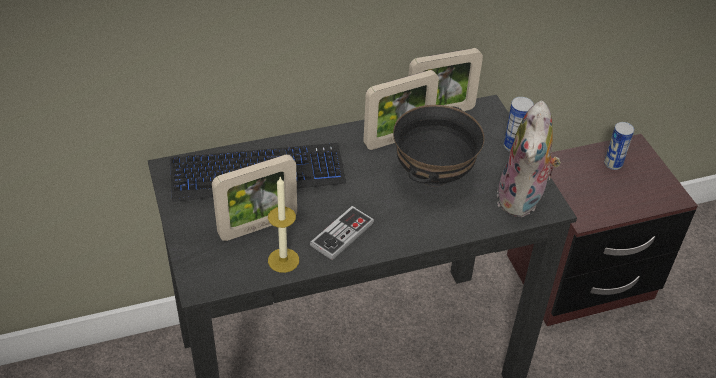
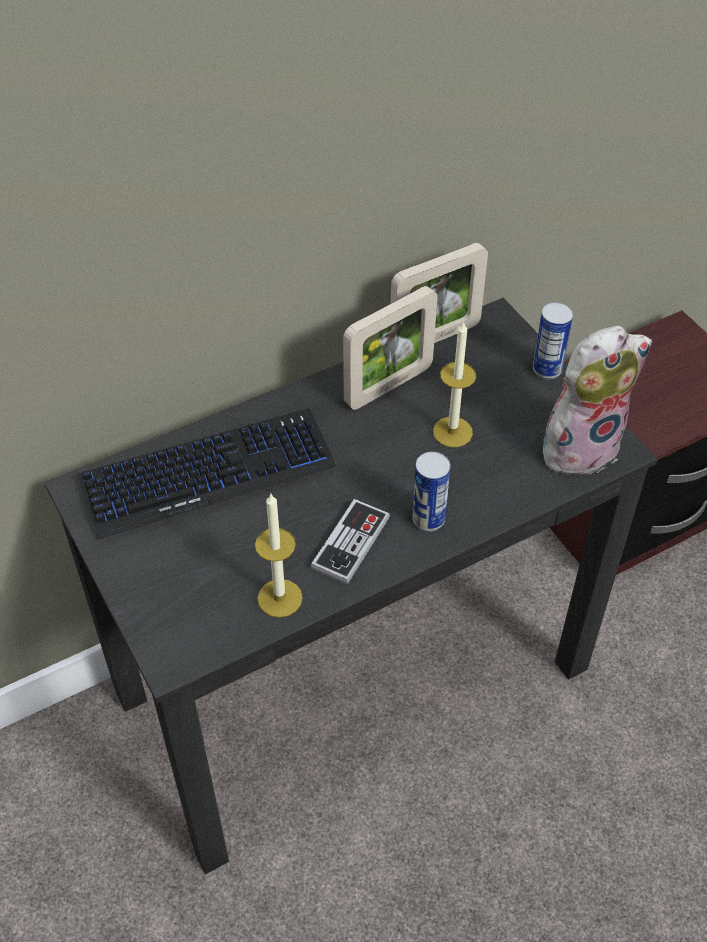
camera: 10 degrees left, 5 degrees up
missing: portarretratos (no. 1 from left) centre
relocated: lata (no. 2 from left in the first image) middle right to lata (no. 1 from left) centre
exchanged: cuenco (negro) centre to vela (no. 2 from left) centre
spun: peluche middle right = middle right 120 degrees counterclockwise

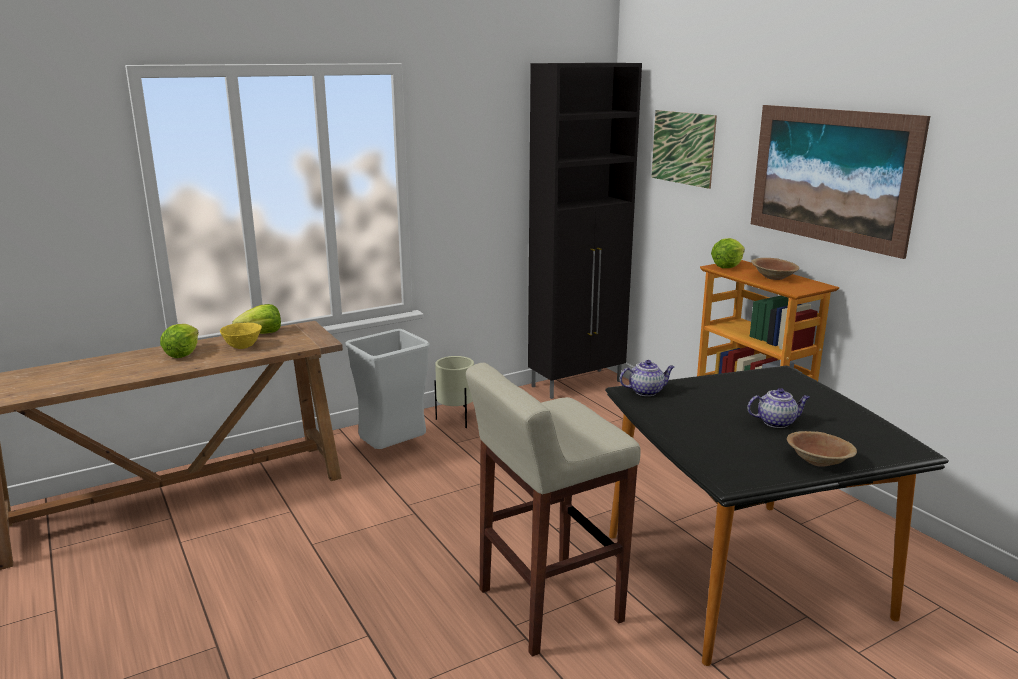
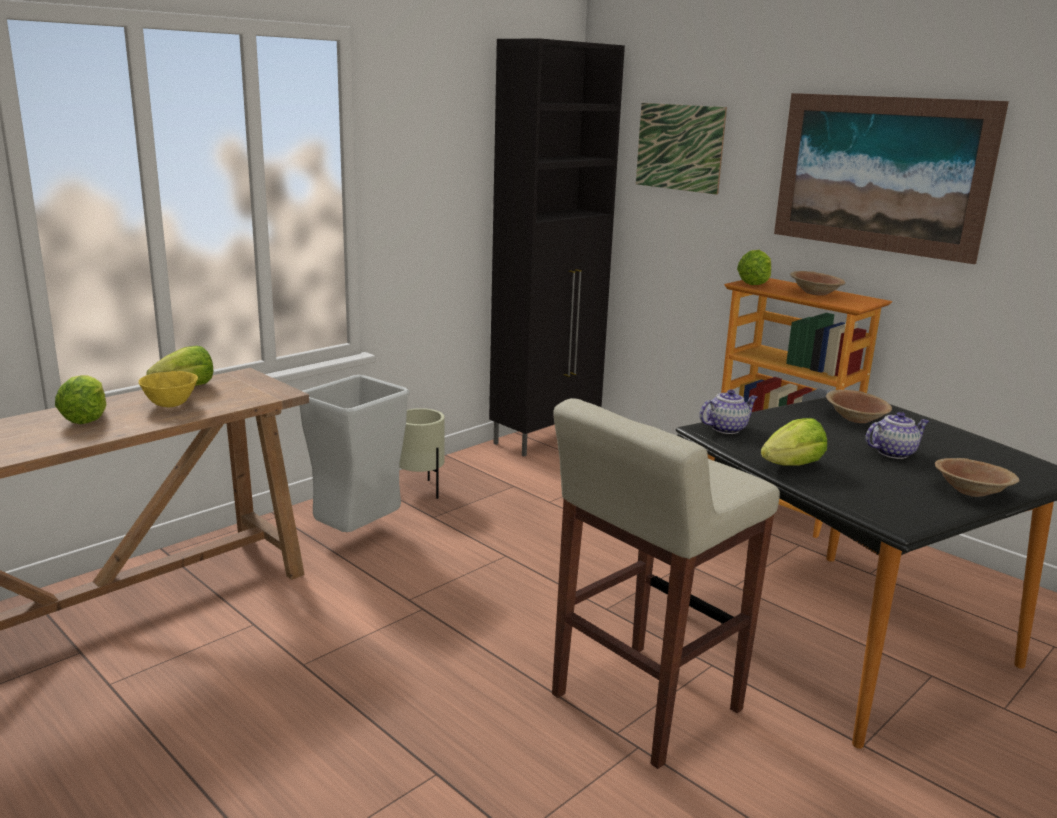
camera: 15 degrees left, 0 degrees up
appeared: lechuga (no. 4 from left) middle right; cuenco (marrón) (no. 2 from left) middle right

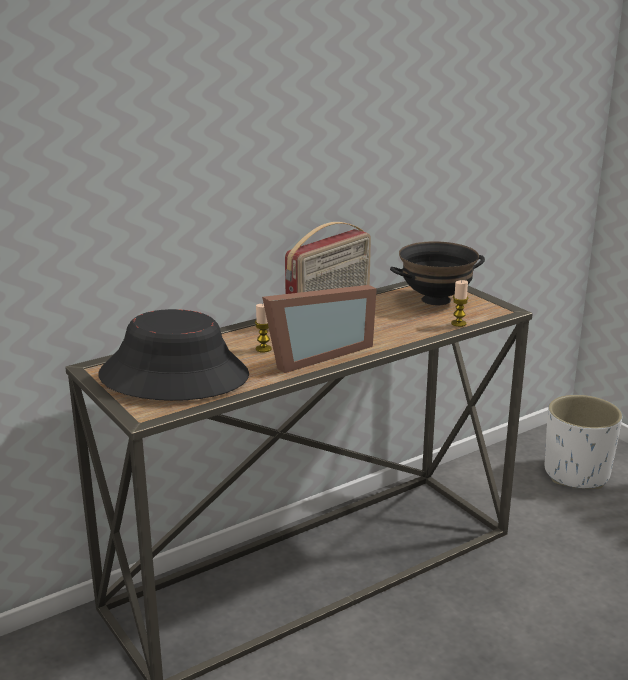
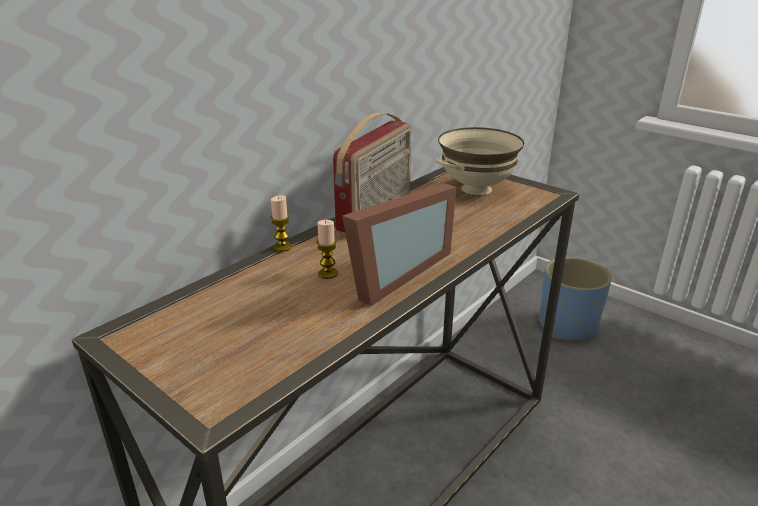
camera: 15 degrees left, 5 degrees up
missing: sombrero (negro) middle left
relocated: vela (no. 2 from left in the first image) middle right to vela (no. 1 from left) centre
colour: cuenco (negro) middle right to cuenco (beis) top centre; maceta (blanco) middle right to maceta (azul) middle right

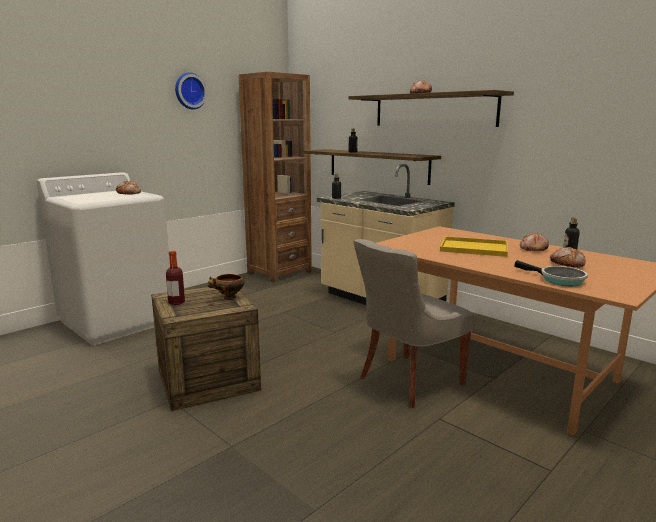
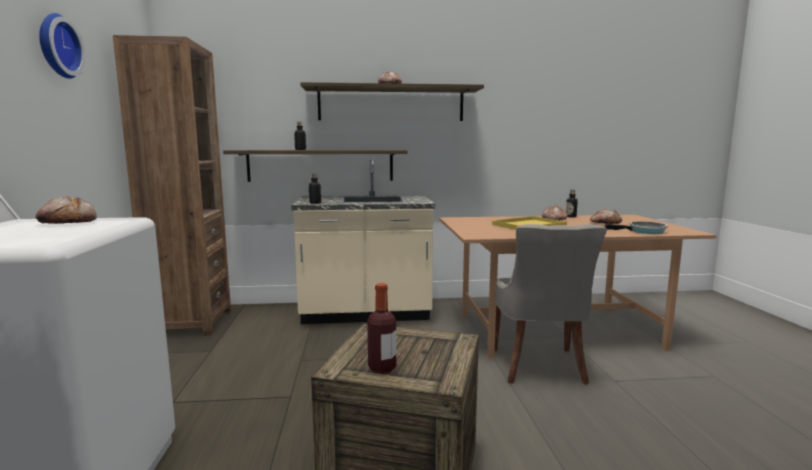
camera: 50 degrees left, 5 degrees down
missing: cuenco centre

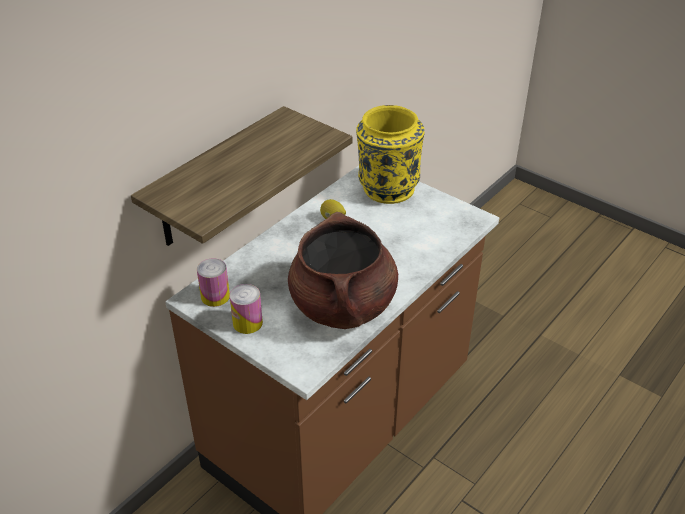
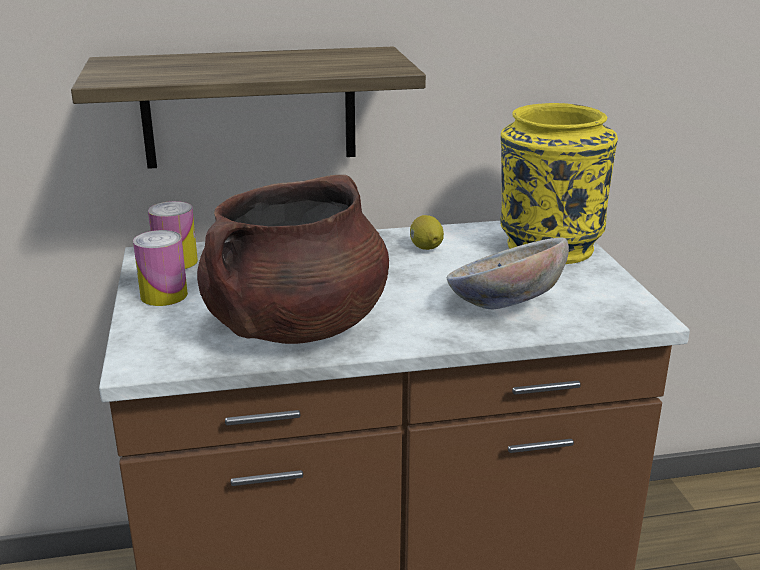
camera: 40 degrees right, 15 degrees down
appeared: cuenco middle right

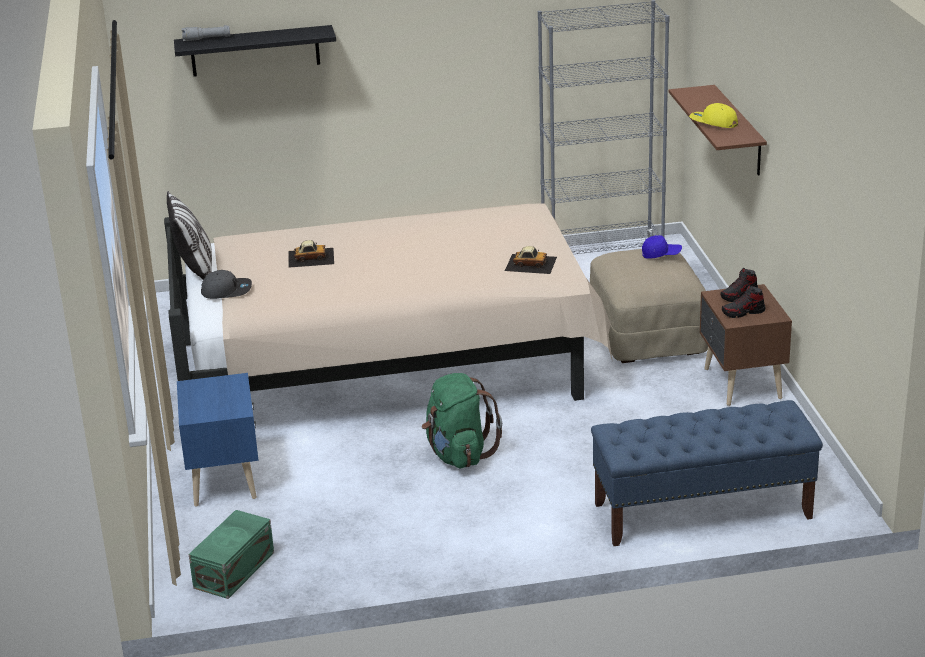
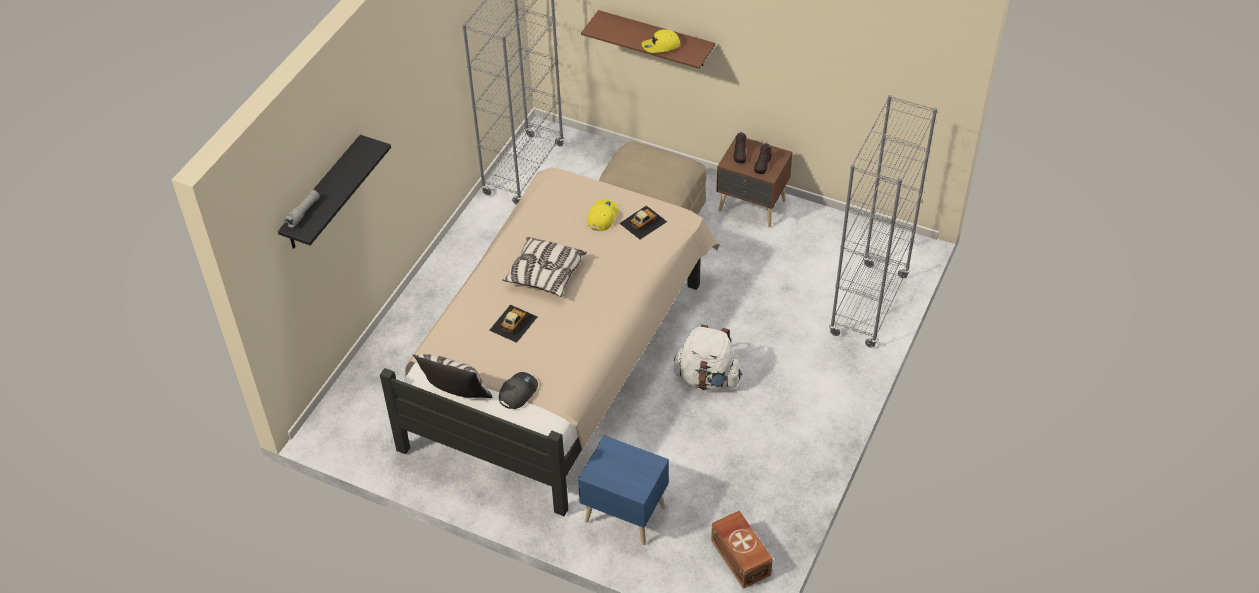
camera: 55 degrees left, 20 degrees up
missing: gorra (azul) middle right
appeared: cojín (no. 2 from left) centre; gorra (amarillo) (no. 1 from left) centre
exchanged: banco (azul) bottom right to estantería (gris) (no. 2 from left) middle right
colour: mochila (verde) centre to mochila (blanco) centre; caja de almacenaje (verde) bottom left to caja de almacenaje (marrón) bottom centre

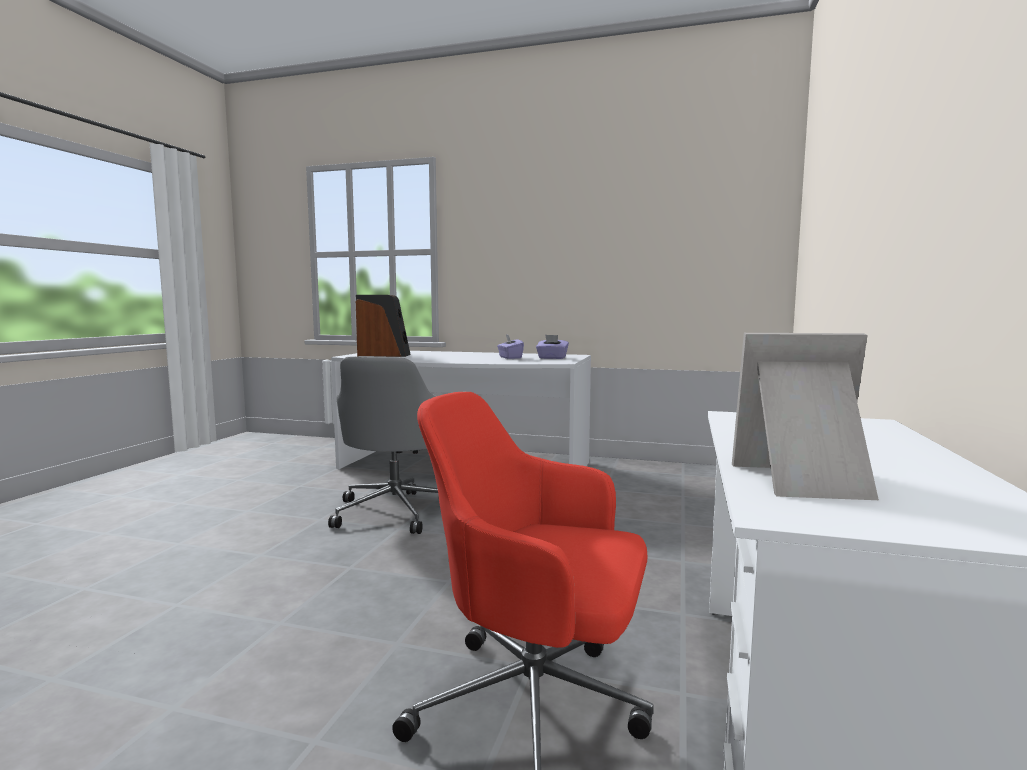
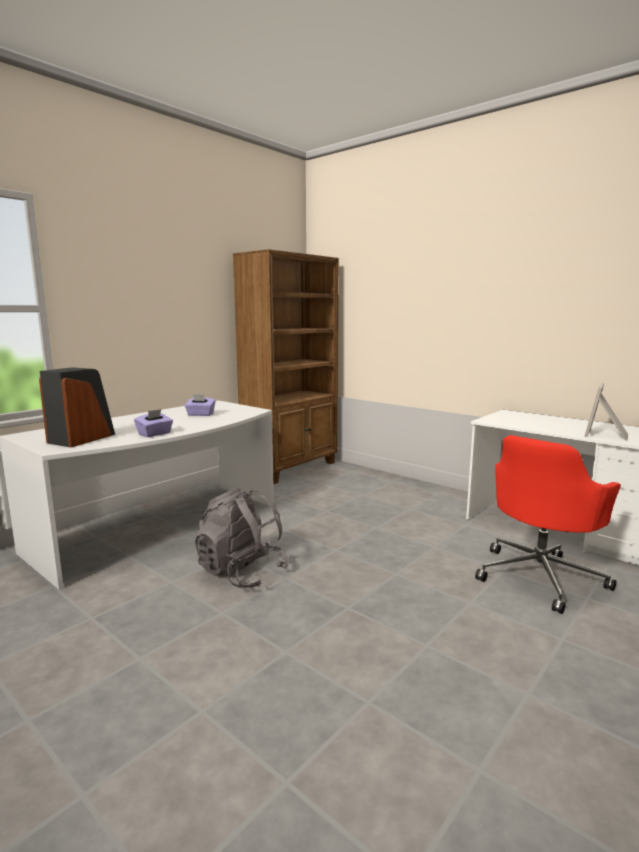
camera: 65 degrees left, 5 degrees up
appeared: estantería (marrón) centre
relocated: caja de pañuelos (morado) (no. 2 from left in the first image) centre to caja de pañuelos (morado) (no. 1 from left) middle left
exchanged: silla de oficina (gris) centre to mochila (gris) centre

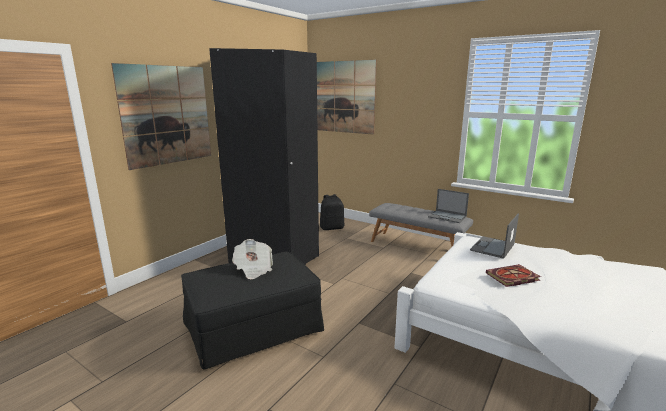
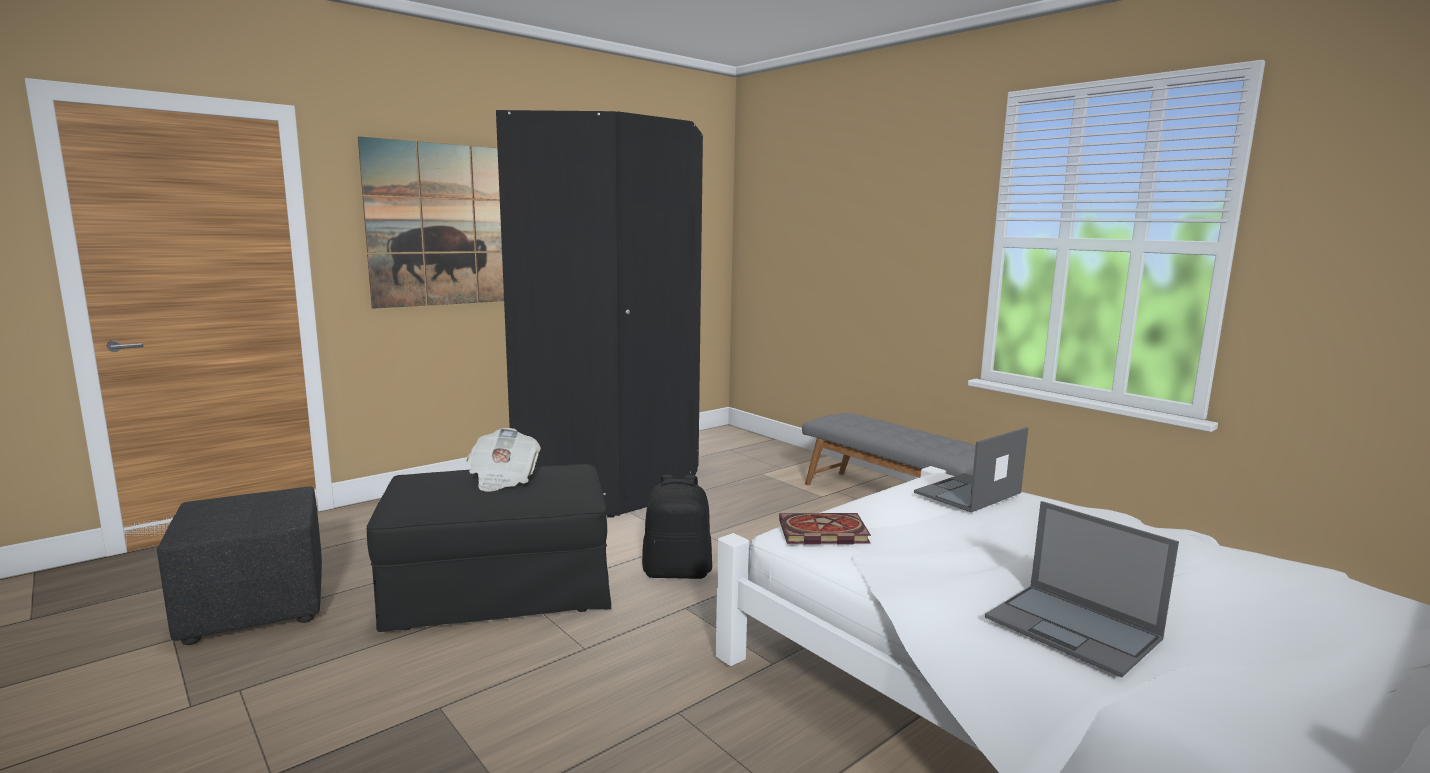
camera: 15 degrees right, 5 degrees down
missing: cuadro (no. 2 from left) top centre
appeared: puf (negro) (no. 1 from left) bottom left
relocated: mochila (negro) centre to bottom centre; libro bottom right to bottom centre; portátil (no. 1 from left in the first image) middle right to portátil (no. 2 from left) bottom right

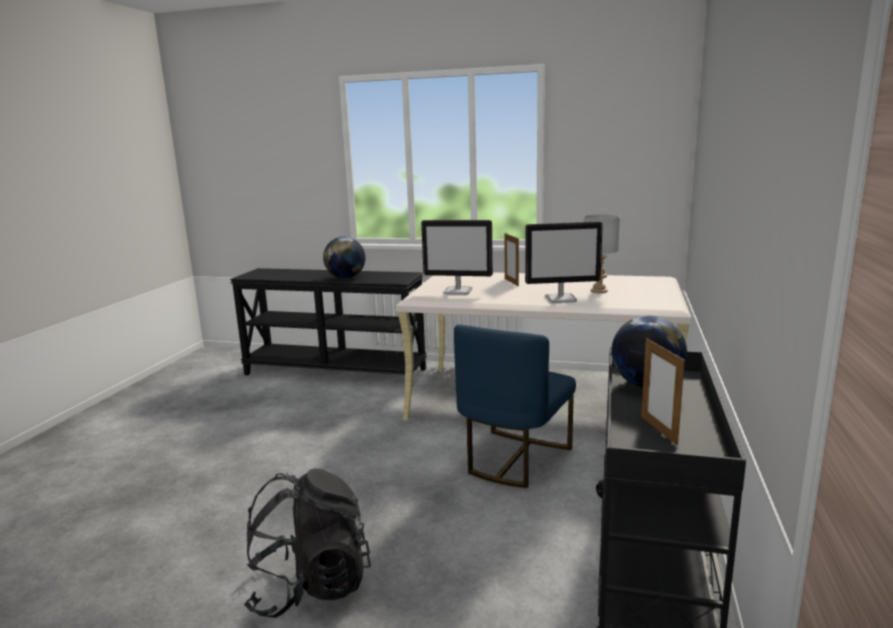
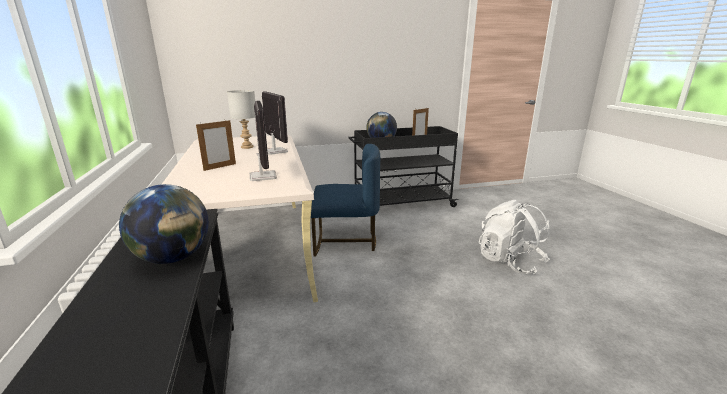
camera: 120 degrees left, 5 degrees up
colour: mochila (negro) bottom centre to mochila (blanco) middle right

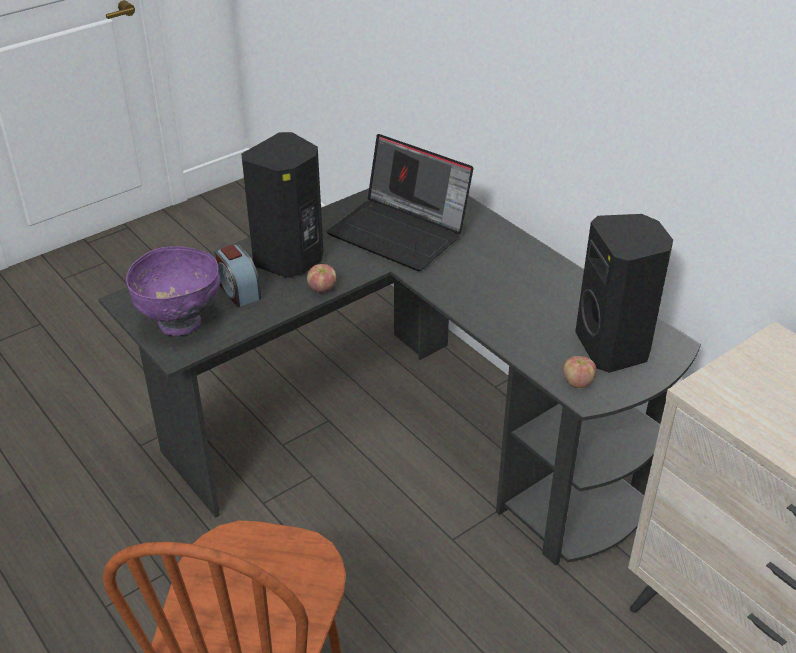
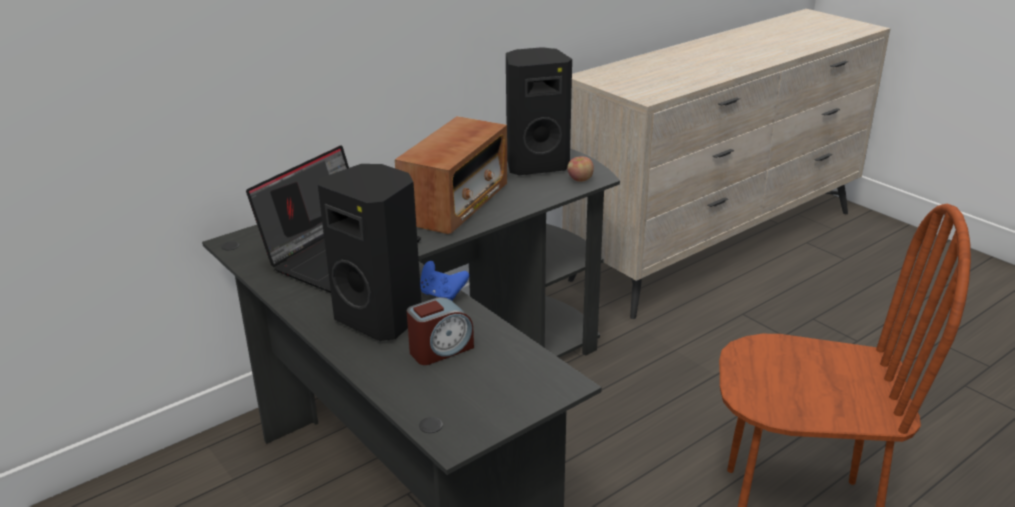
camera: 90 degrees left, 10 degrees down
missing: cuenco (morado) middle left
appeared: radio centre
exchanged: manzana (no. 1 from left) centre to mando de consola (azul) centre

